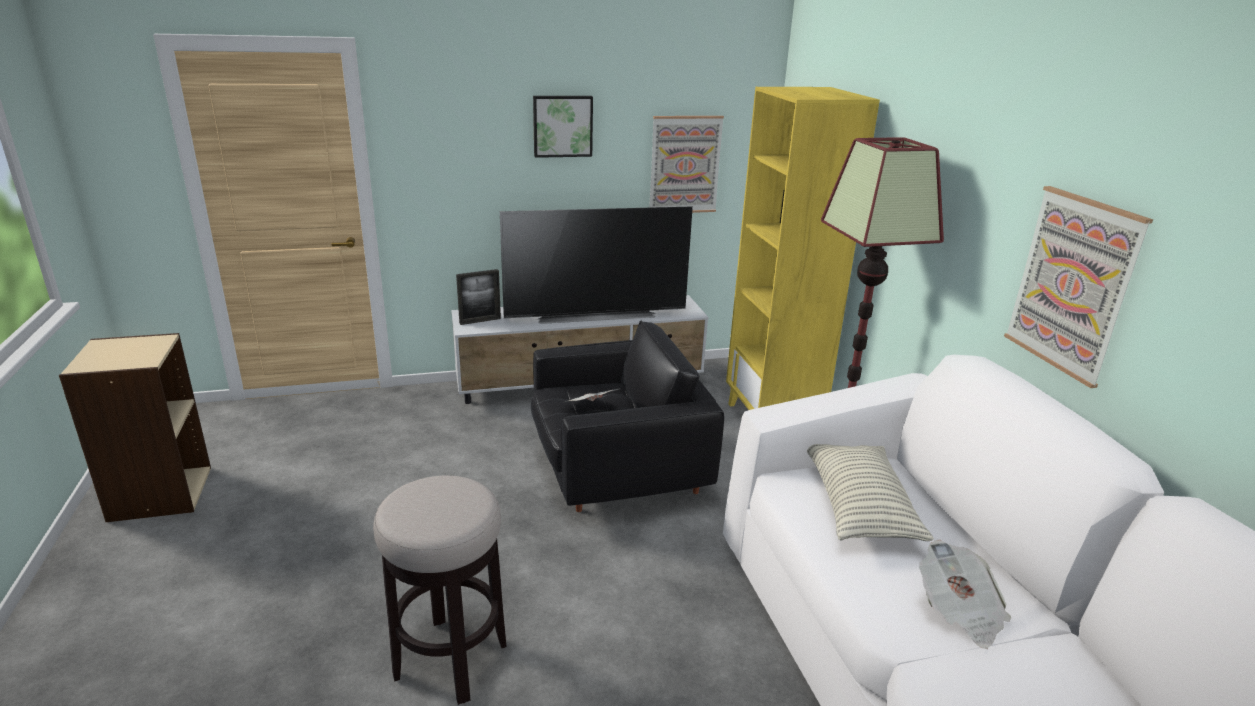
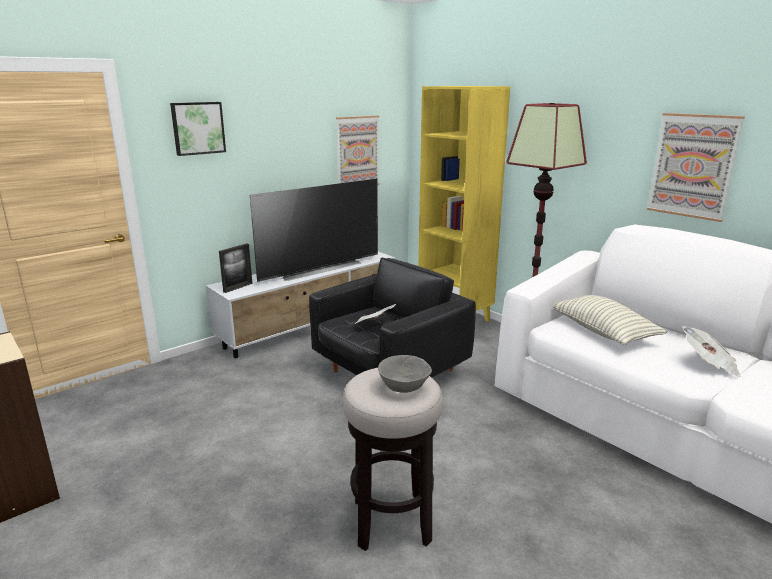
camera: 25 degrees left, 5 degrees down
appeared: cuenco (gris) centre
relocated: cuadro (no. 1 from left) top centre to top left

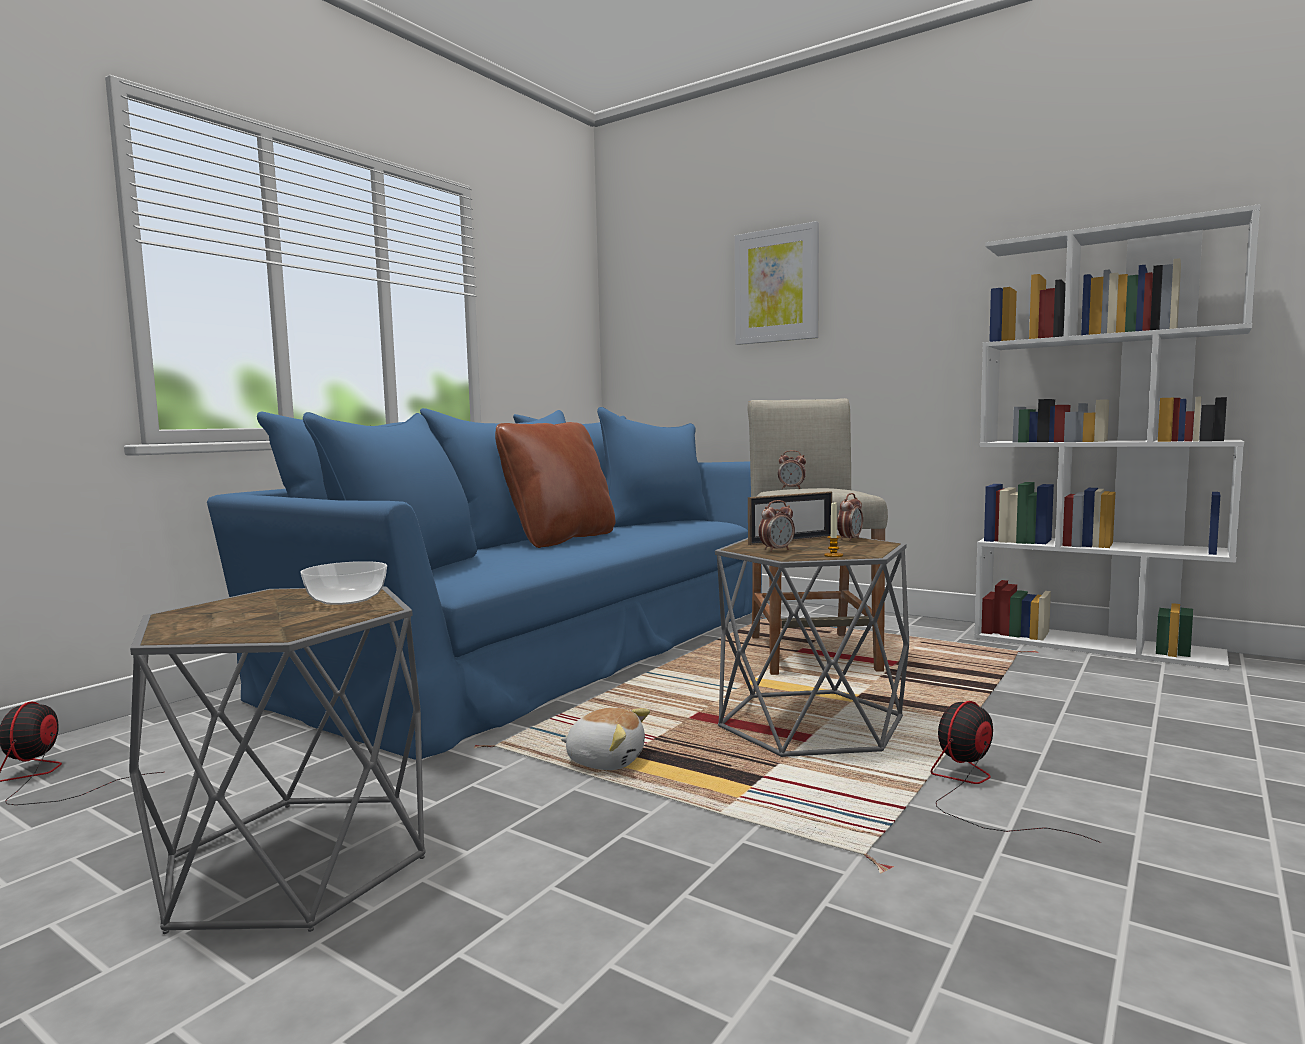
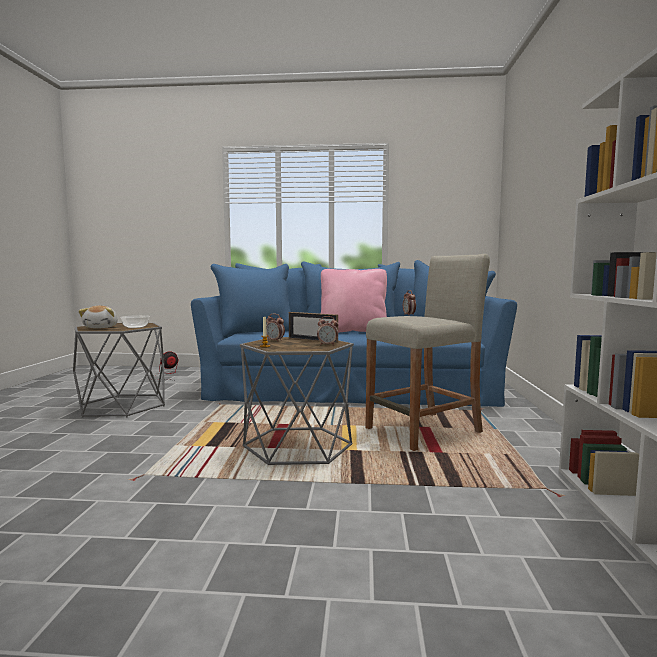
camera: 60 degrees right, 0 degrees up
missing: cuadro top centre; ventilador (no. 2 from left) bottom right
relocated: peluche bottom centre to middle left
colour: cojín (marrón) centre to cojín (rosa) centre

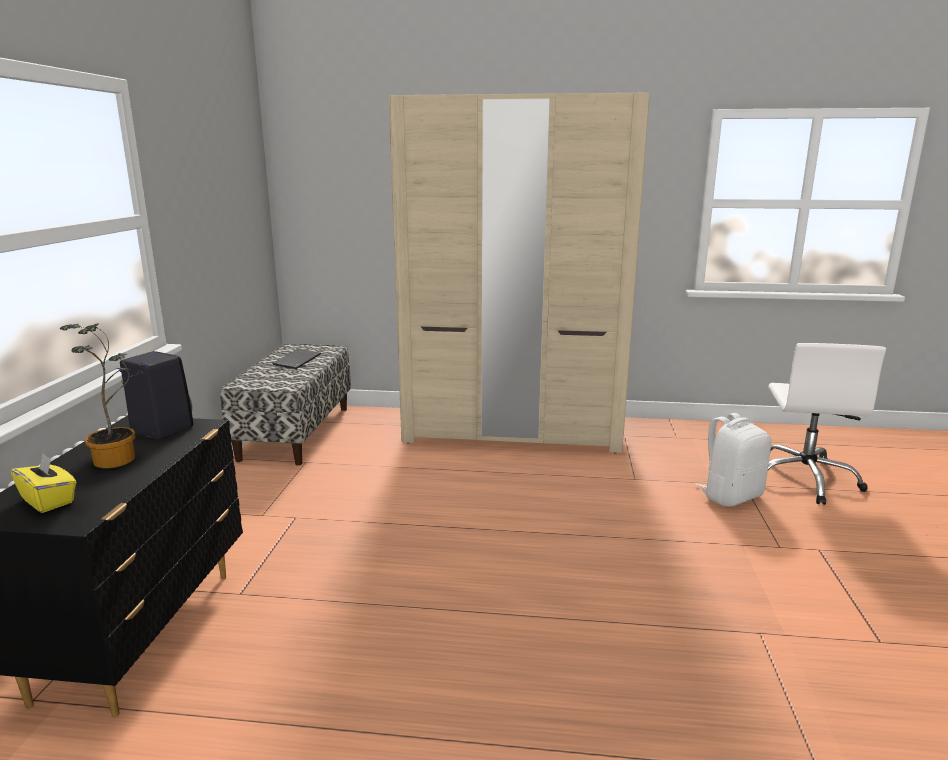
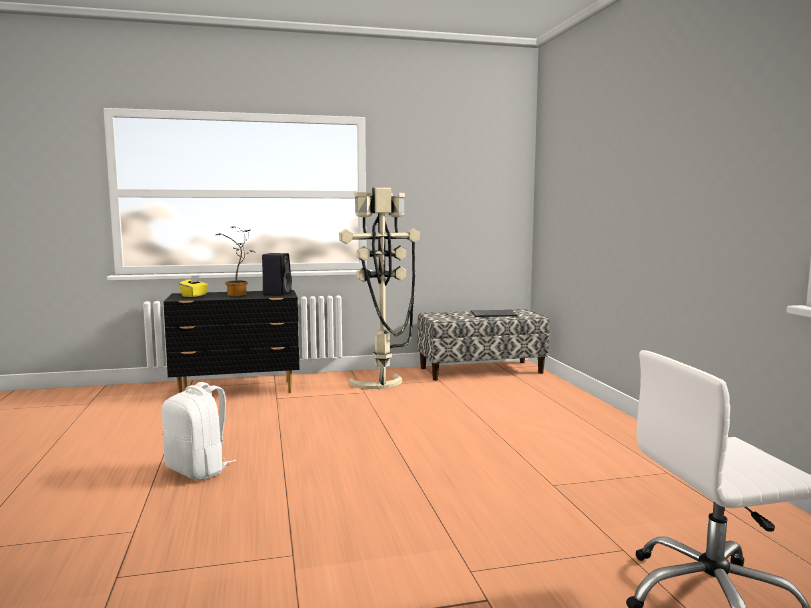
camera: 70 degrees right, 10 degrees down
missing: armario ropero (beis) centre
appeared: lámpara de pie (beis) centre
relocated: mochila (blanco) middle right to bottom left

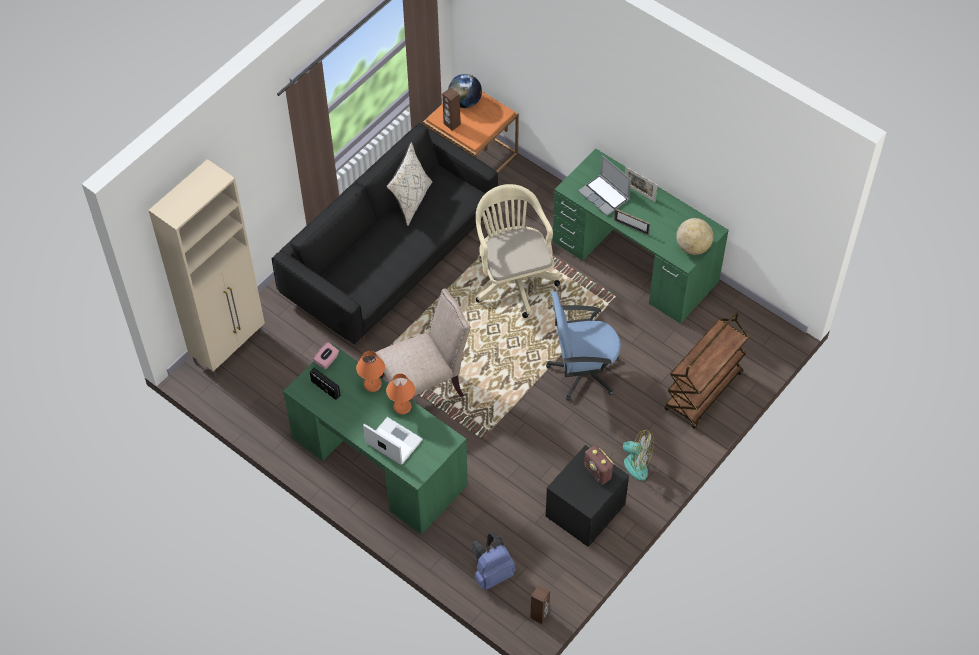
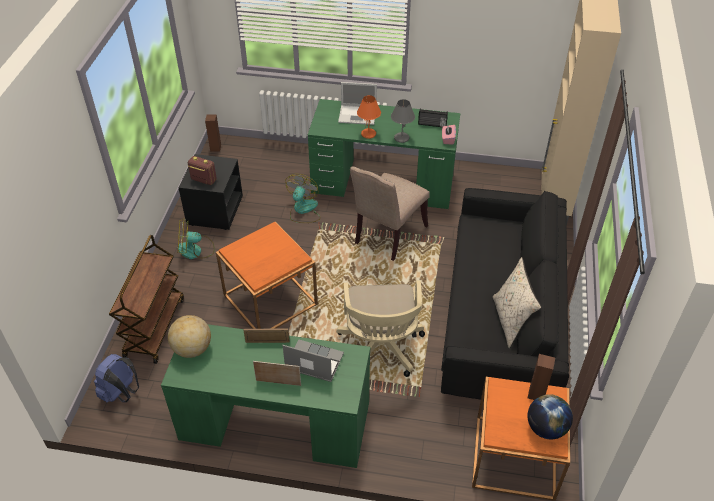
camera: 150 degrees right, 10 degrees down
appeared: ventilador (no. 2 from left) centre
relocated: mochila (azul) bottom centre to bottom left
exchanged: silla de oficina (azul) centre to mesa auxiliar (naranja) (no. 1 from left) centre
colour: lámpara de mesa (naranja) (no. 1 from left) centre to lámpara de mesa (gris) top centre
spun: silla de oficina (beis) centre = centre 45 degrees clockwise

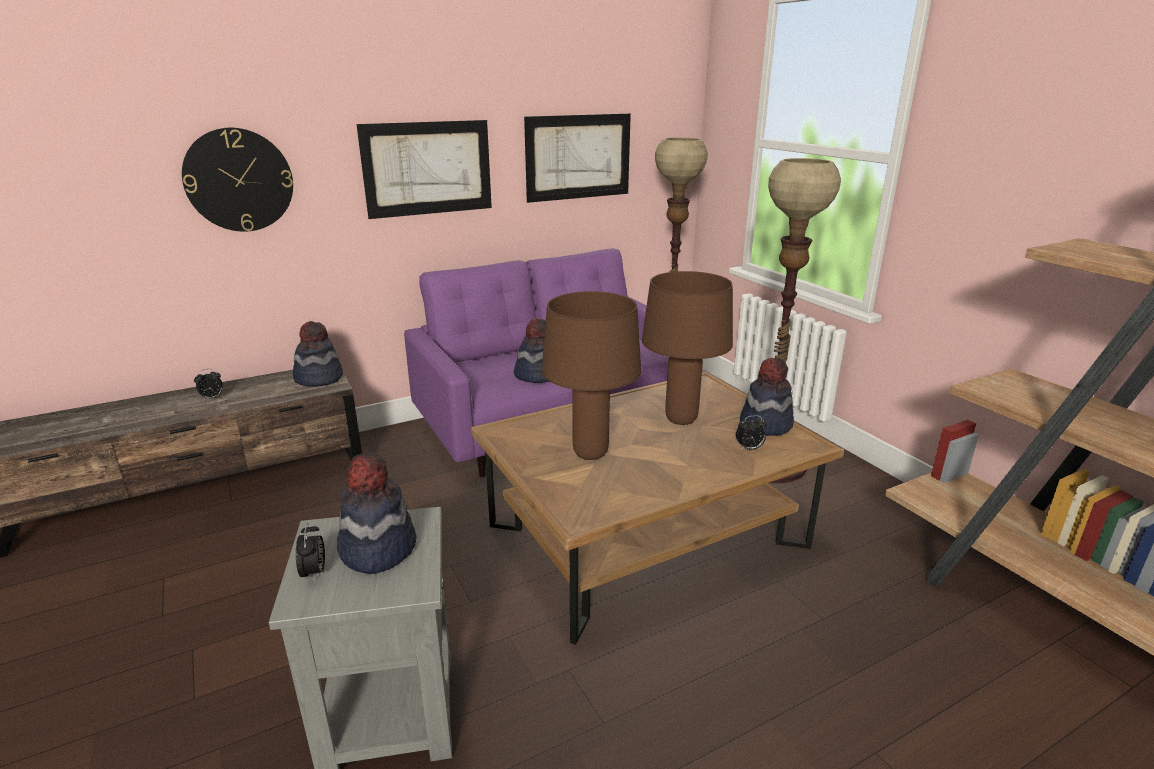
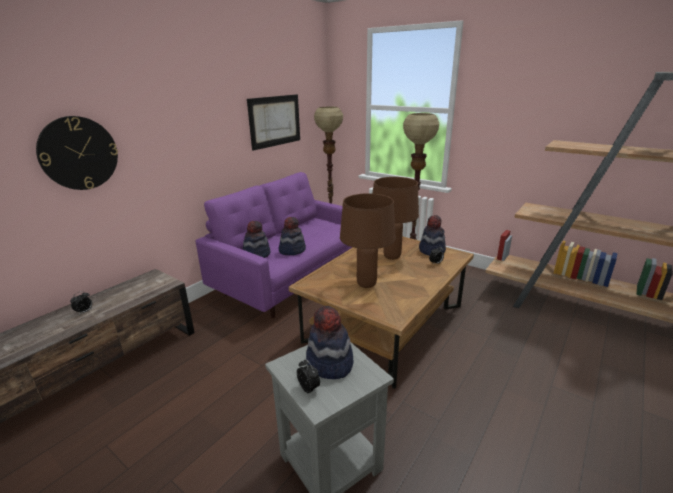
camera: 25 degrees left, 0 degrees up
missing: cuadro (no. 1 from left) top centre
relocated: sombrero (no. 1 from left) middle left to centre

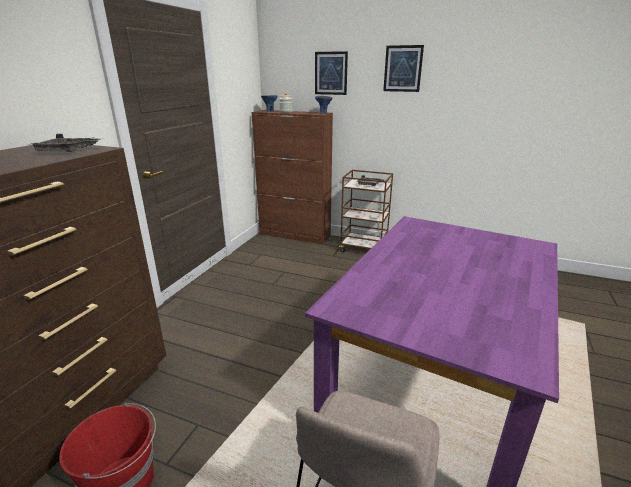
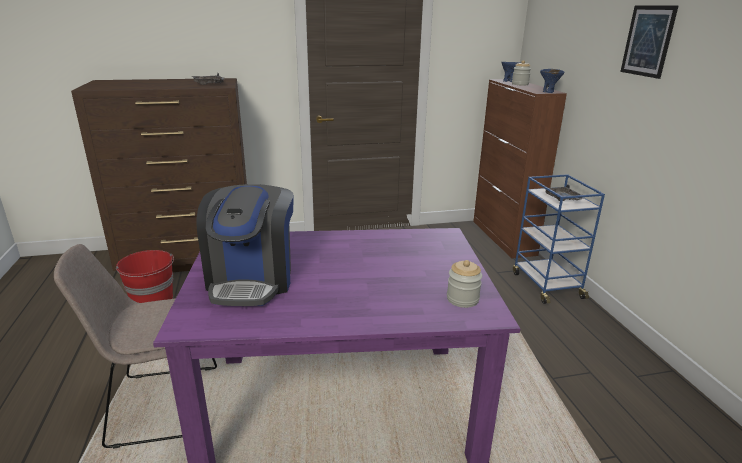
camera: 55 degrees right, 0 degrees up
missing: cuadro (no. 1 from left) top centre
appeared: cafetera middle left; tarro (no. 1 from left) centre
colour: carrito (marrón) centre to carrito (azul) middle right

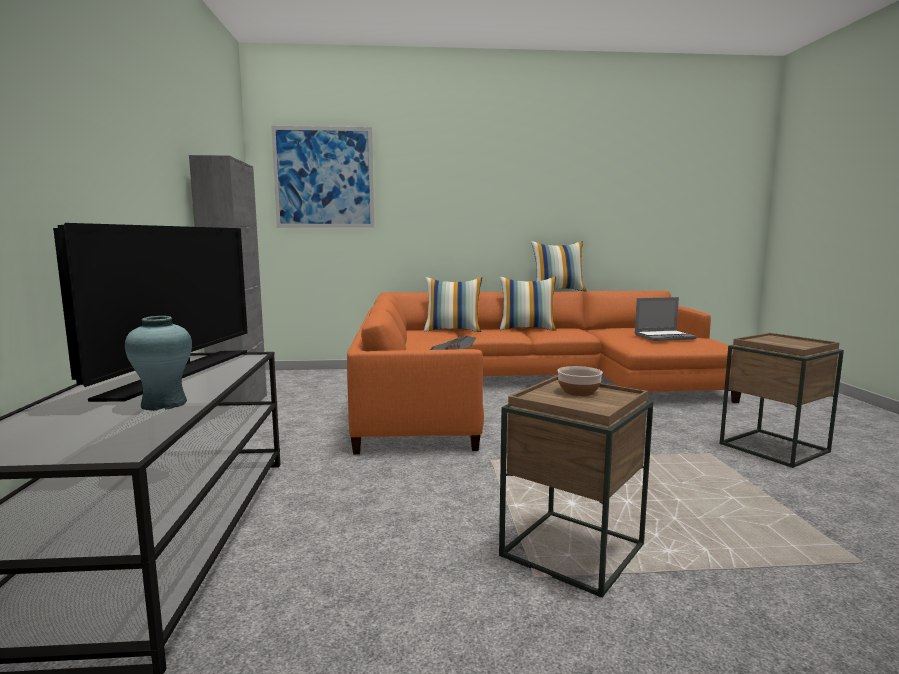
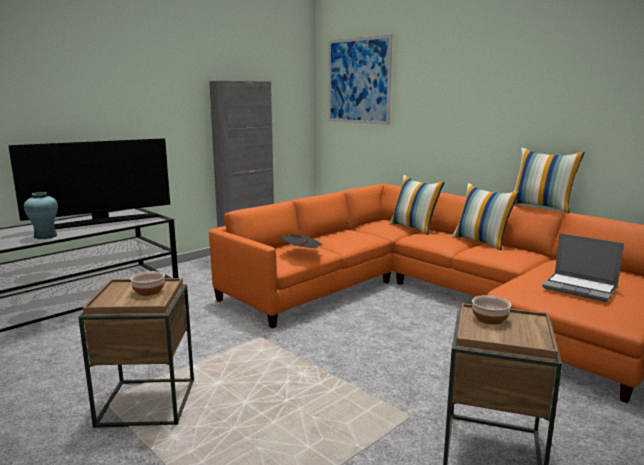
camera: 50 degrees right, 5 degrees up
appeared: cuenco (no. 2 from left) bottom right

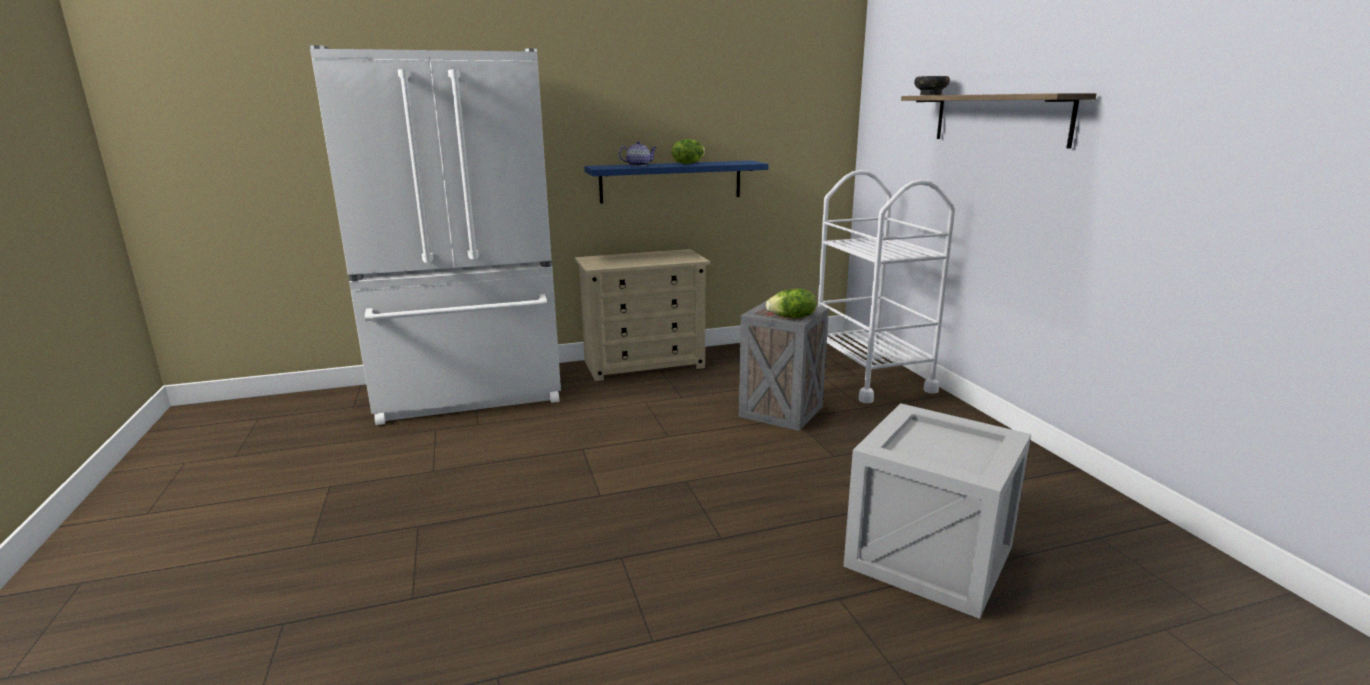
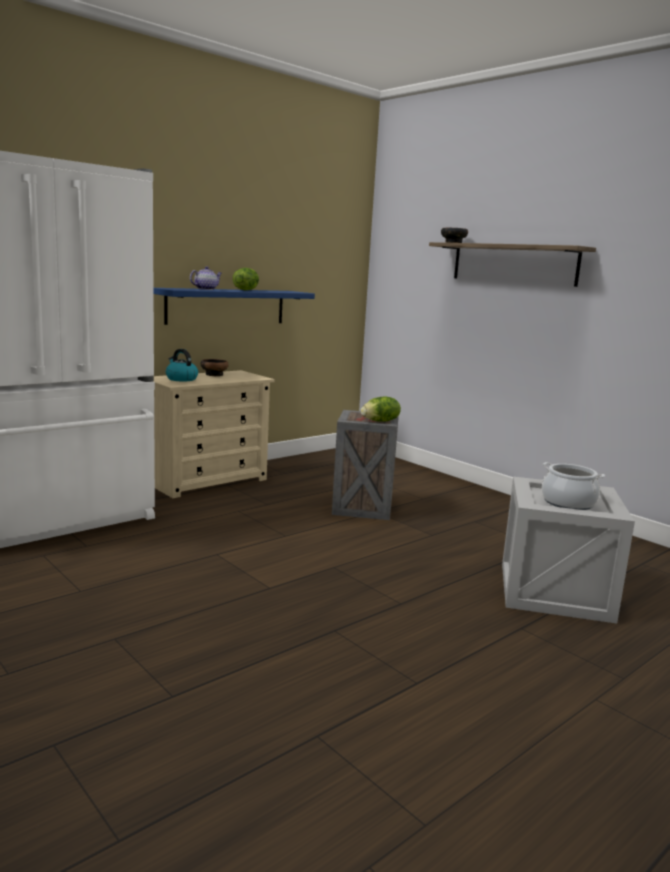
camera: 25 degrees left, 5 degrees down
missing: carrito (blanco) centre
appeared: hervidor middle left; cuenco (no. 1 from left) middle left; olla middle right

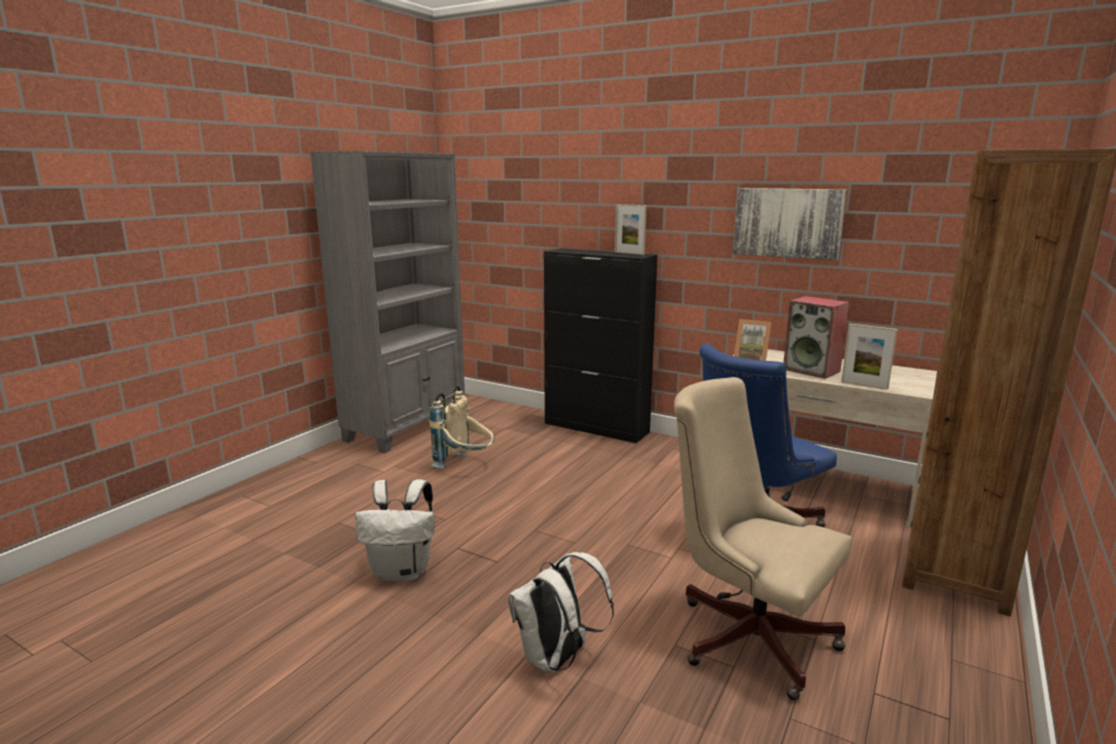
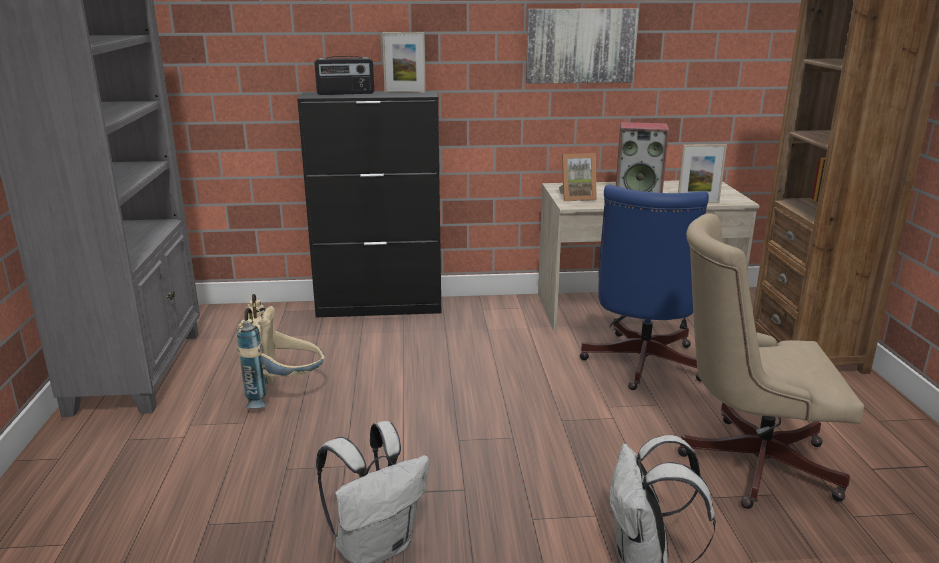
camera: 35 degrees left, 5 degrees up
appeared: radio top centre

